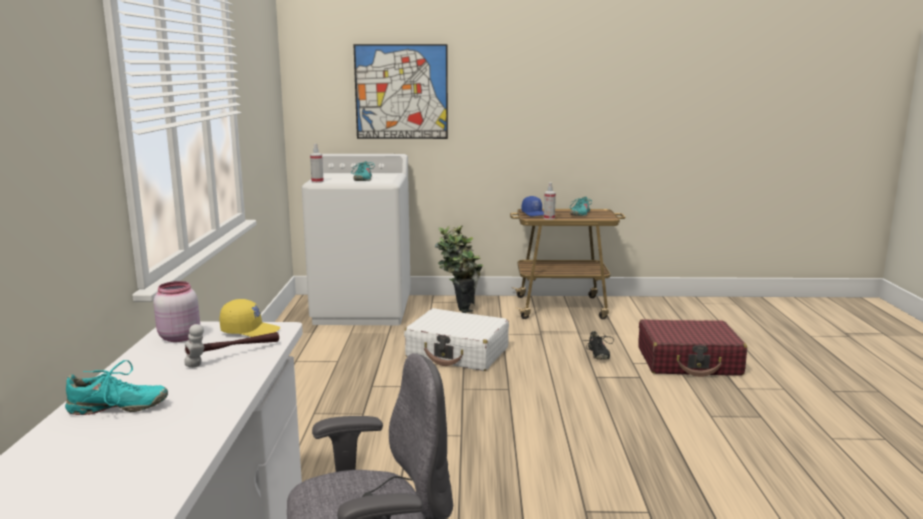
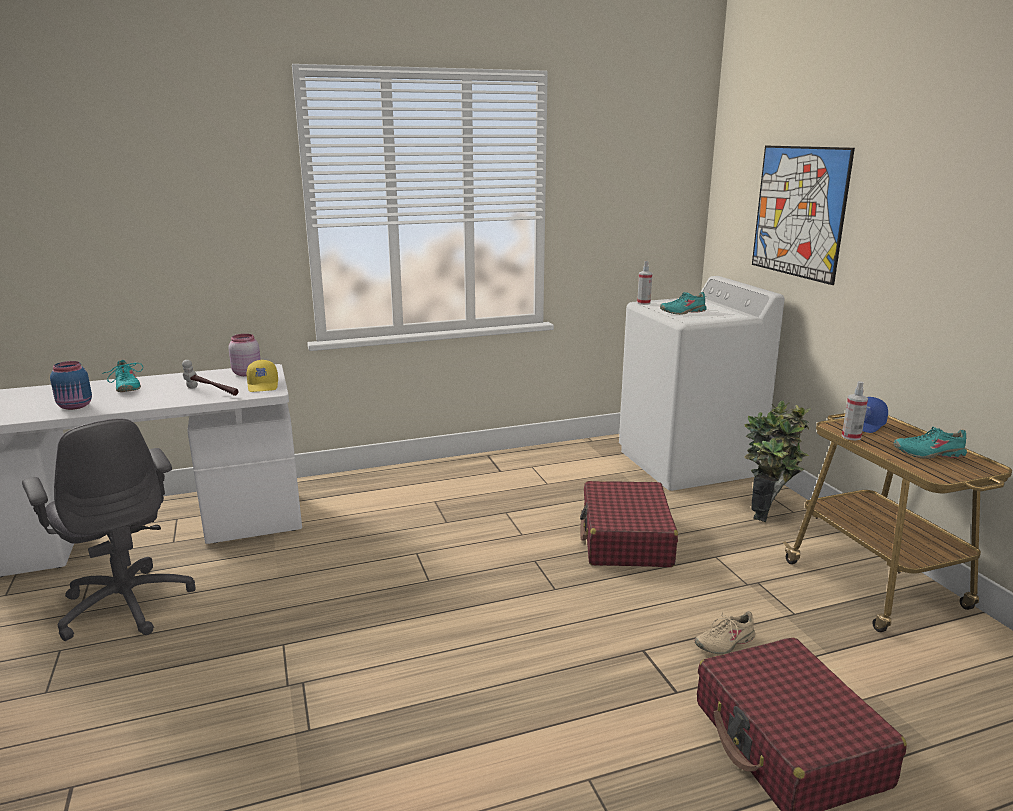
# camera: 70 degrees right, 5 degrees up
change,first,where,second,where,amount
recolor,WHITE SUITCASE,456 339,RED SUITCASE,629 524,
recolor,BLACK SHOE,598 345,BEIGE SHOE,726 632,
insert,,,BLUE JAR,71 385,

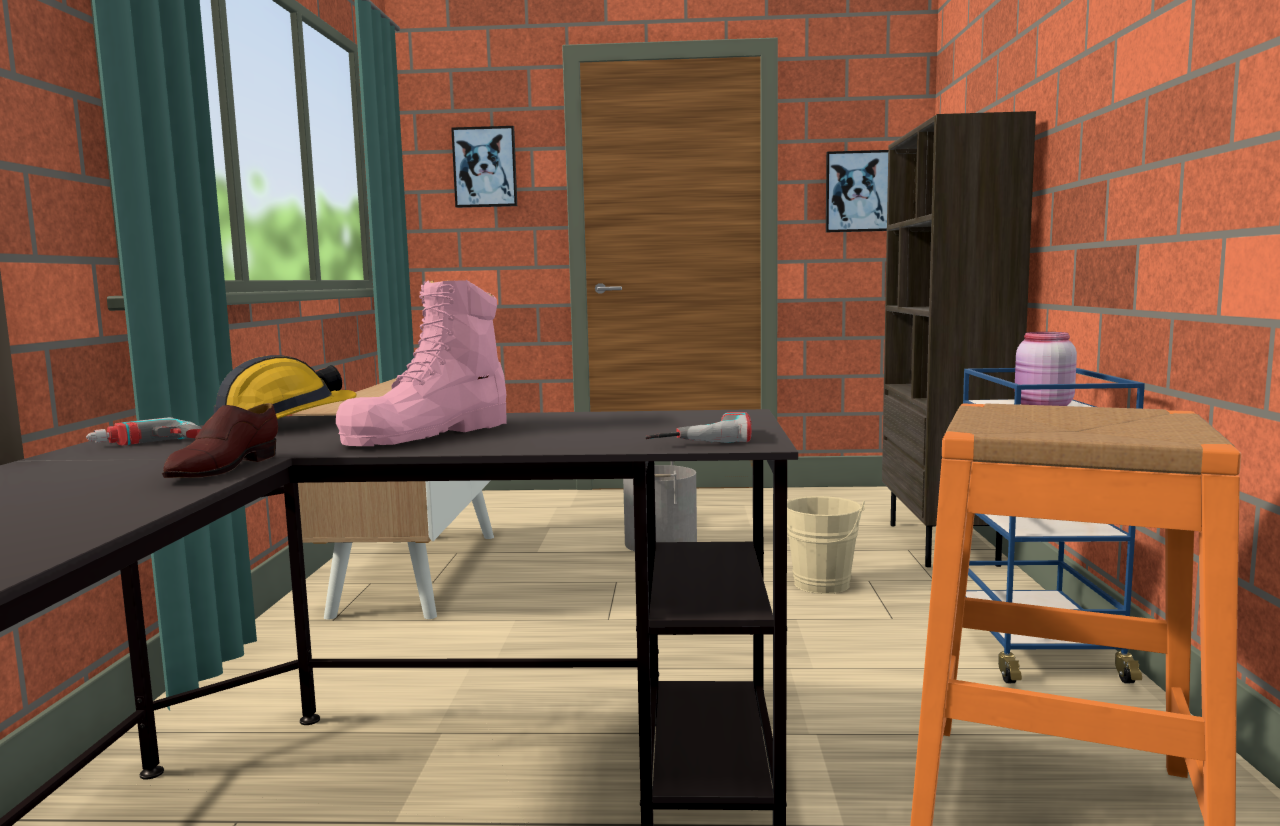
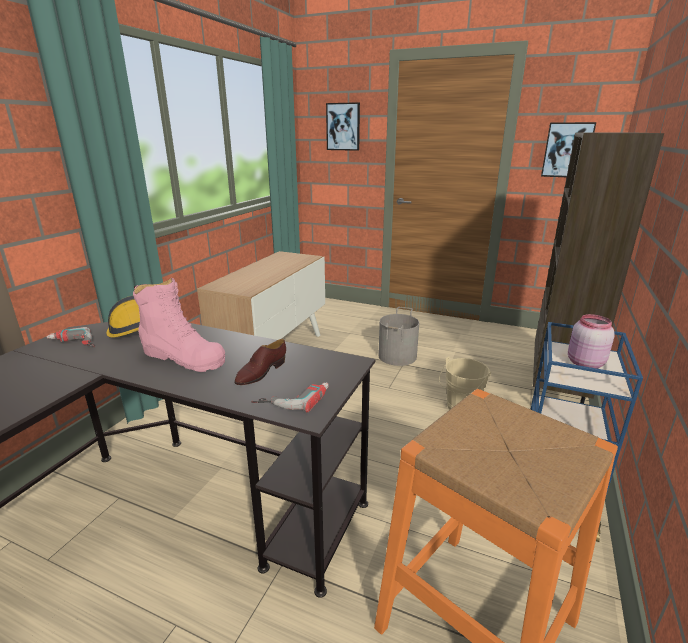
# camera: 20 degrees right, 15 degrees up
change,first,where,second,where,amount
rotate,PINK BOOT,421 363,,179 325,120 degrees counterclockwise
move,BROWN SHOE,220 440,,260 362,

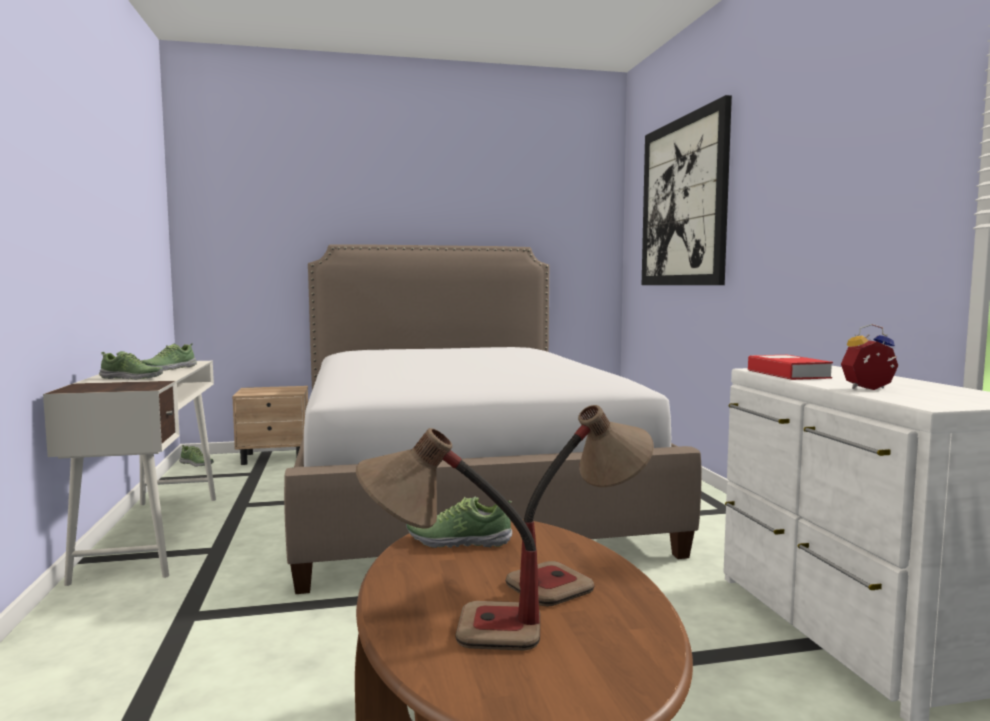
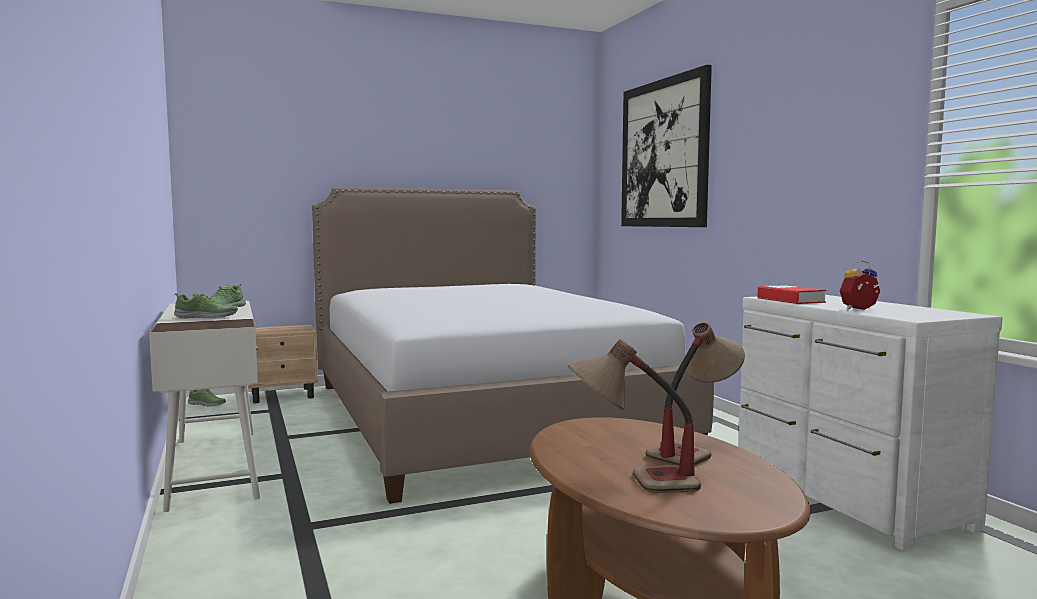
# camera: 10 degrees left, 0 degrees up
change,first,where,second,where,amount
delete,SHOE,459 522,,,

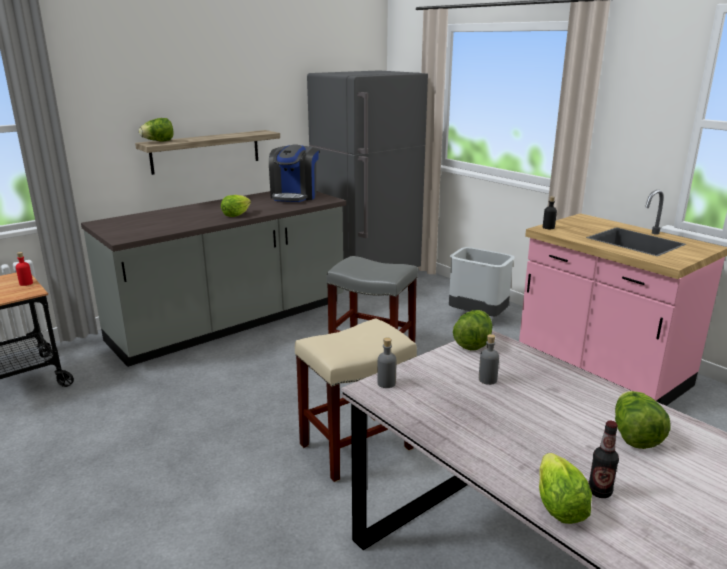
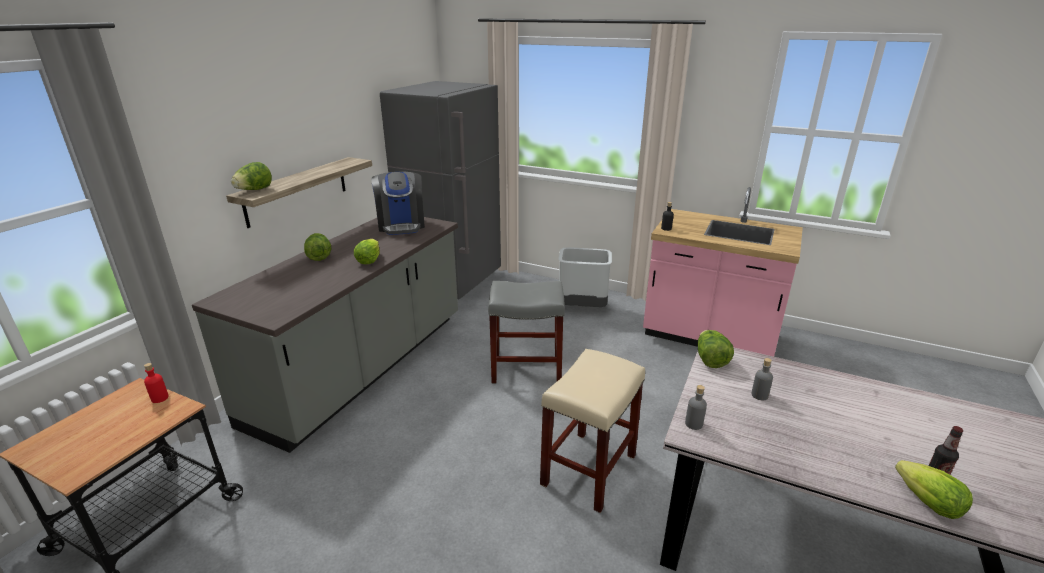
# camera: 25 degrees left, 5 degrees up
change,first,where,second,where,amount
move,LETTUCE,643 420,,317 247,

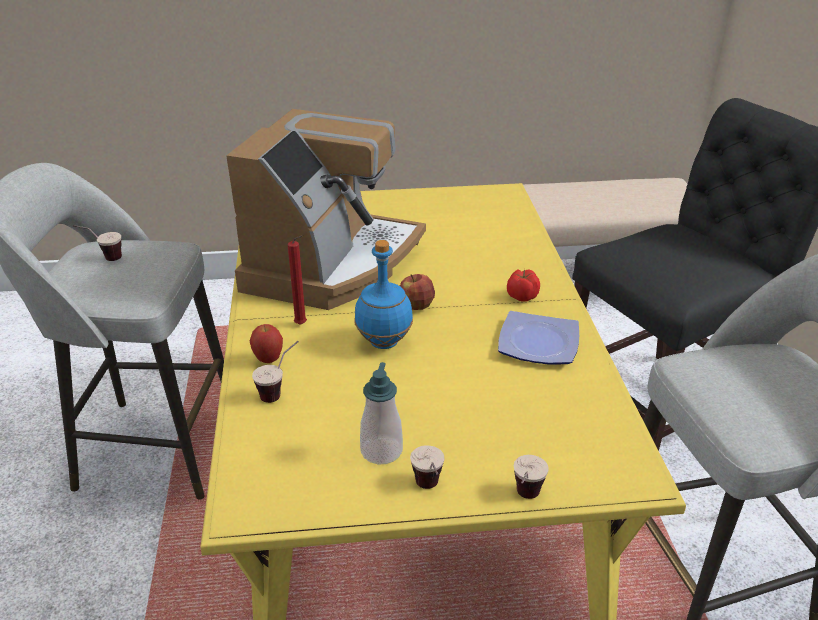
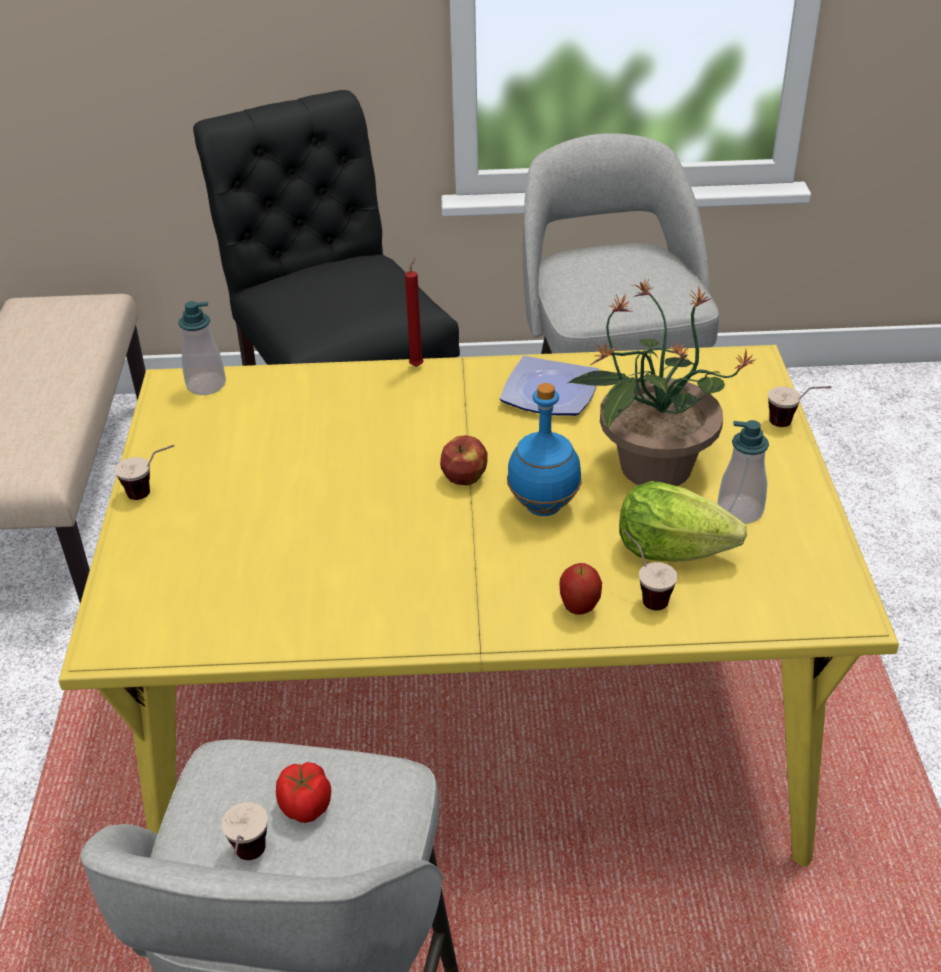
# camera: 85 degrees left, 5 degrees up
change,first,where,second,where,amount
delete,COFFEE MACHINE,326 209,,,
move,RED CANDLE,297 280,,414 312,
move,TOMATO,523 285,,303 792,
move,CUP,427 467,,145 472,
insert,,,POTTED PLANT,662 382,
insert,,,SOAP DISPENSER,202 348,
insert,,,LETTUCE,683 521,

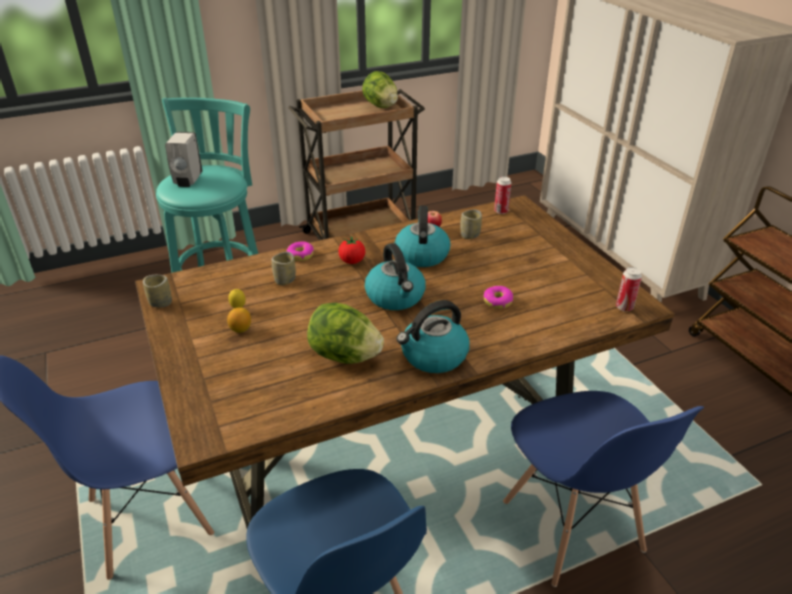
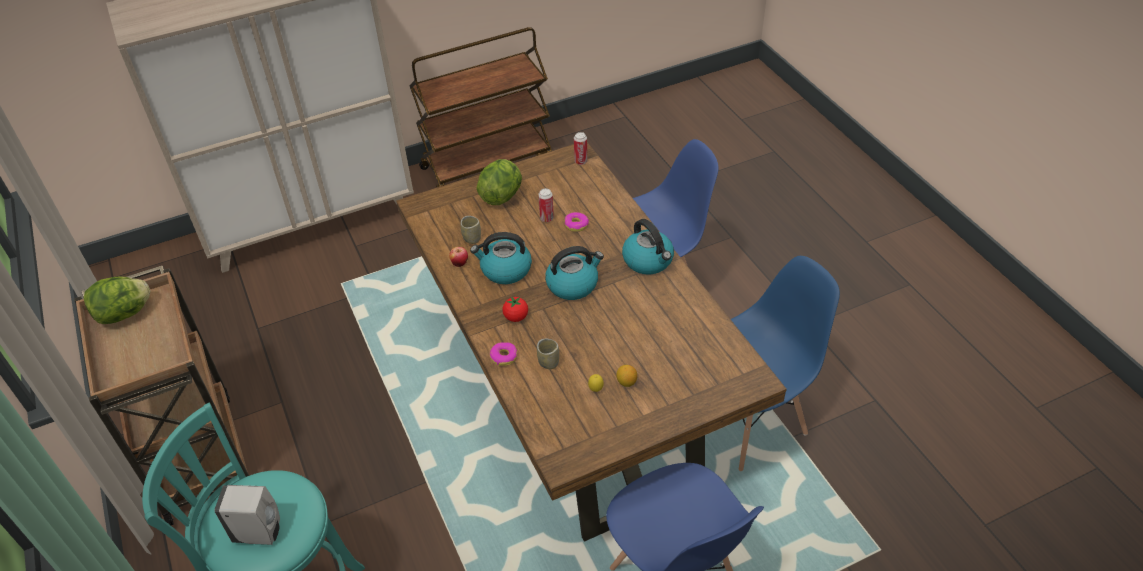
# camera: 90 degrees left, 10 degrees up
change,first,where,second,where,amount
move,CAN,502 195,,546 205,
delete,CUP,157 291,,,
move,LETTUCE,345 333,,499 182,

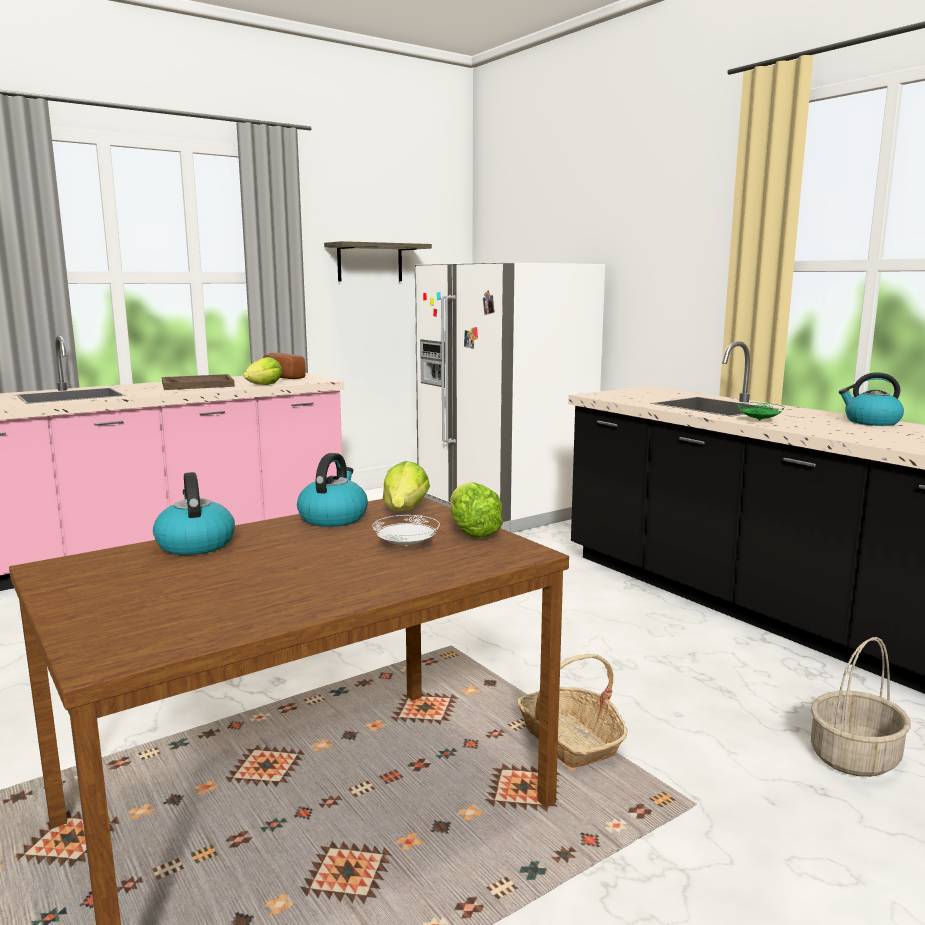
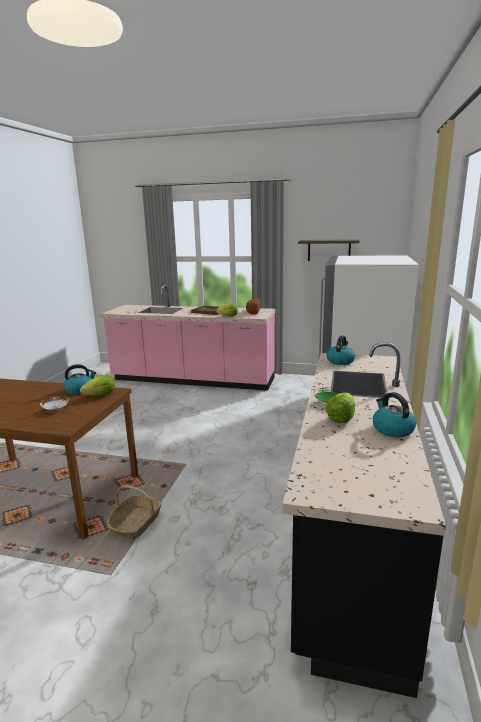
# camera: 50 degrees right, 5 degrees up
change,first,where,second,where,amount
move,KETTLE,194 513,,341 350,
move,LETTUCE,476 510,,340 408,
delete,BASKET,860 707,,,

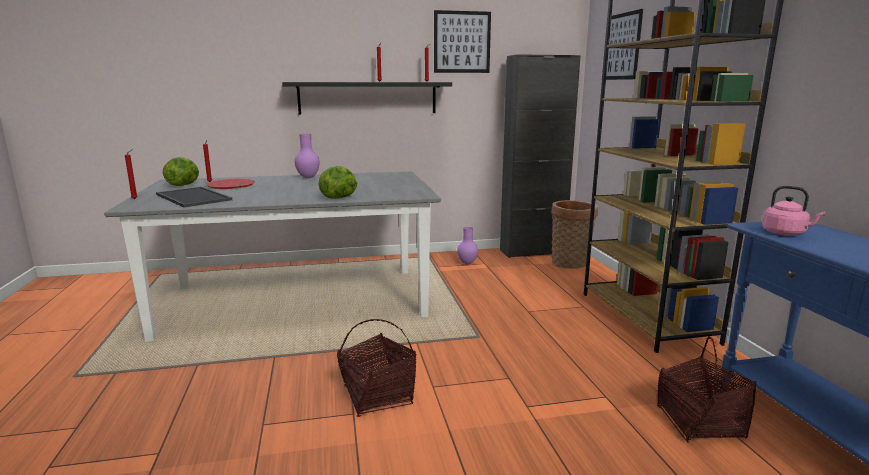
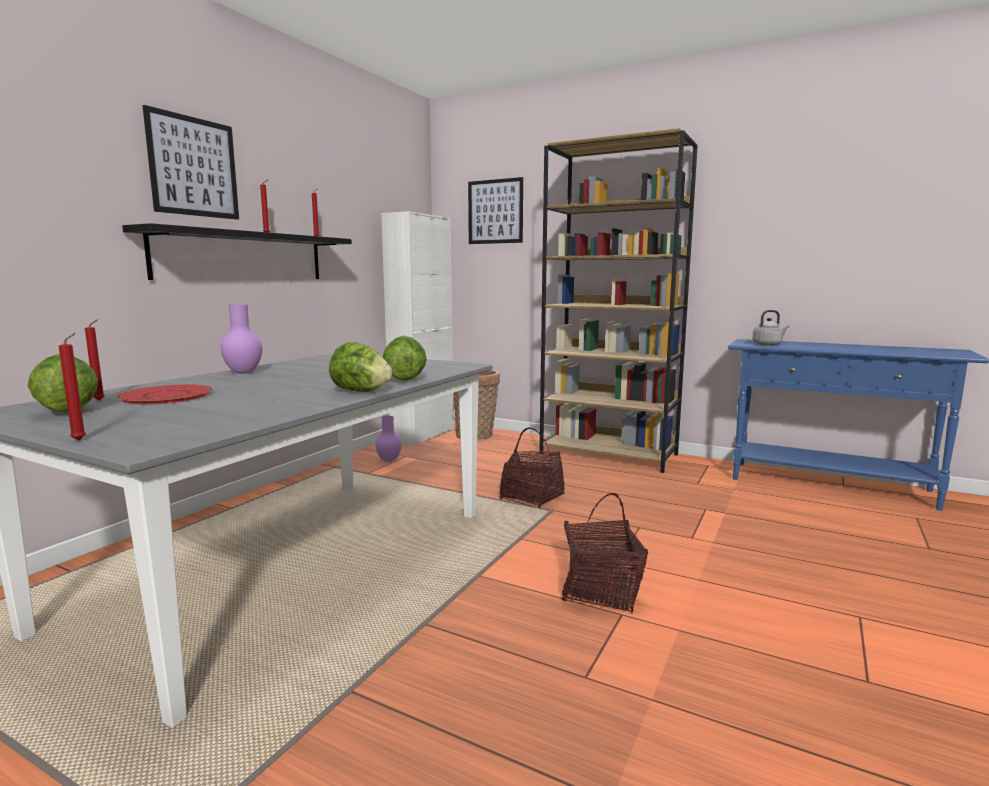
# camera: 50 degrees left, 5 degrees down
change,first,where,second,where,amount
move,PICTURE,462 41,,190 162,
recolor,BLACK CABINET,540 156,WHITE CABINET,417 328,
recolor,PINK KETTLE,794 210,GREY KETTLE,770 328,
delete,TRAY,194 197,,,
move,BASKET,706 389,,532 468,
insert,,,LETTUCE,360 367,

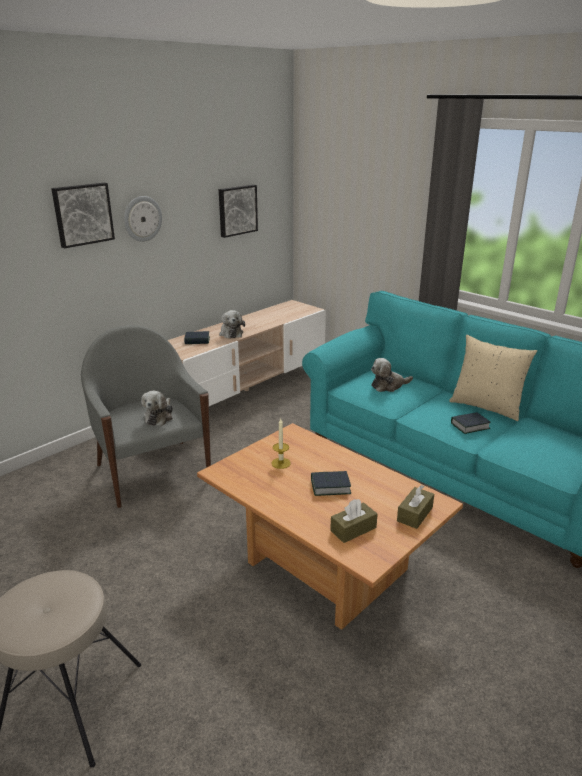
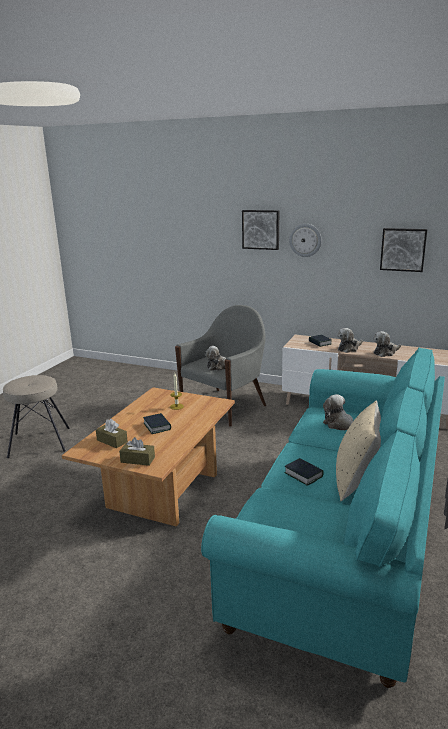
# camera: 70 degrees right, 5 degrees down
change,first,where,second,where,amount
insert,,,PLUSH TOY,387 344,

